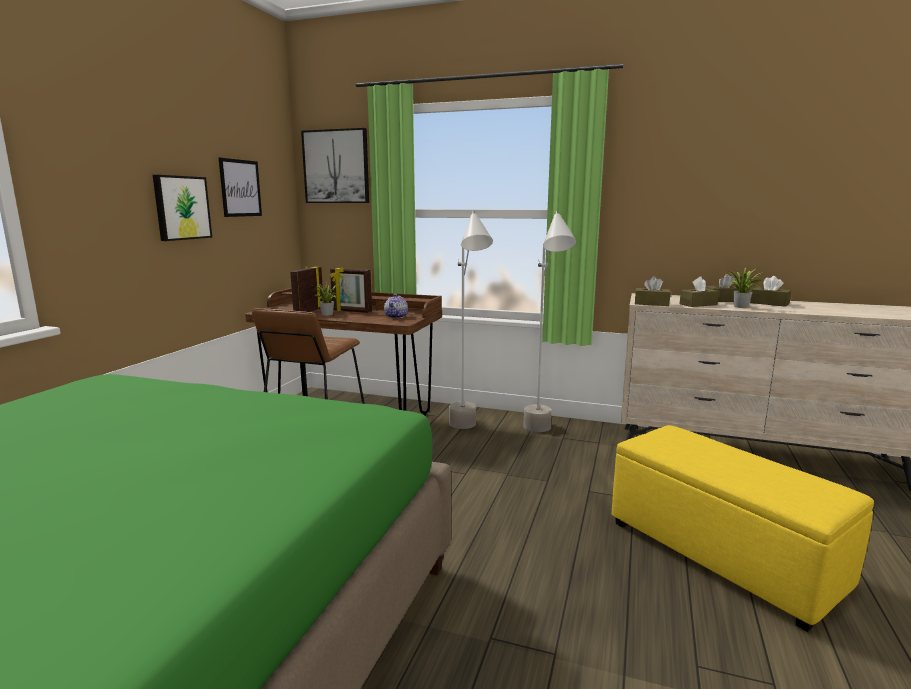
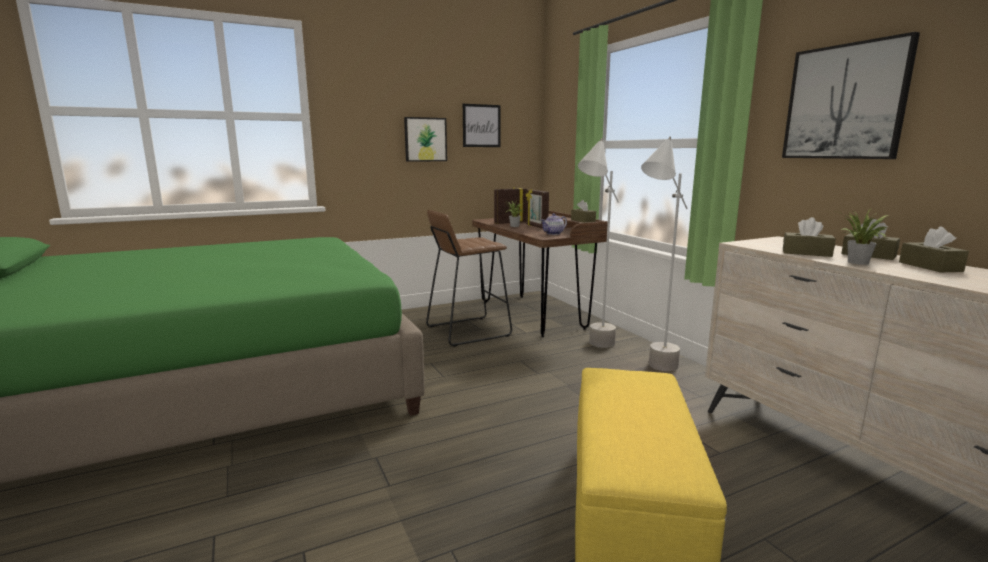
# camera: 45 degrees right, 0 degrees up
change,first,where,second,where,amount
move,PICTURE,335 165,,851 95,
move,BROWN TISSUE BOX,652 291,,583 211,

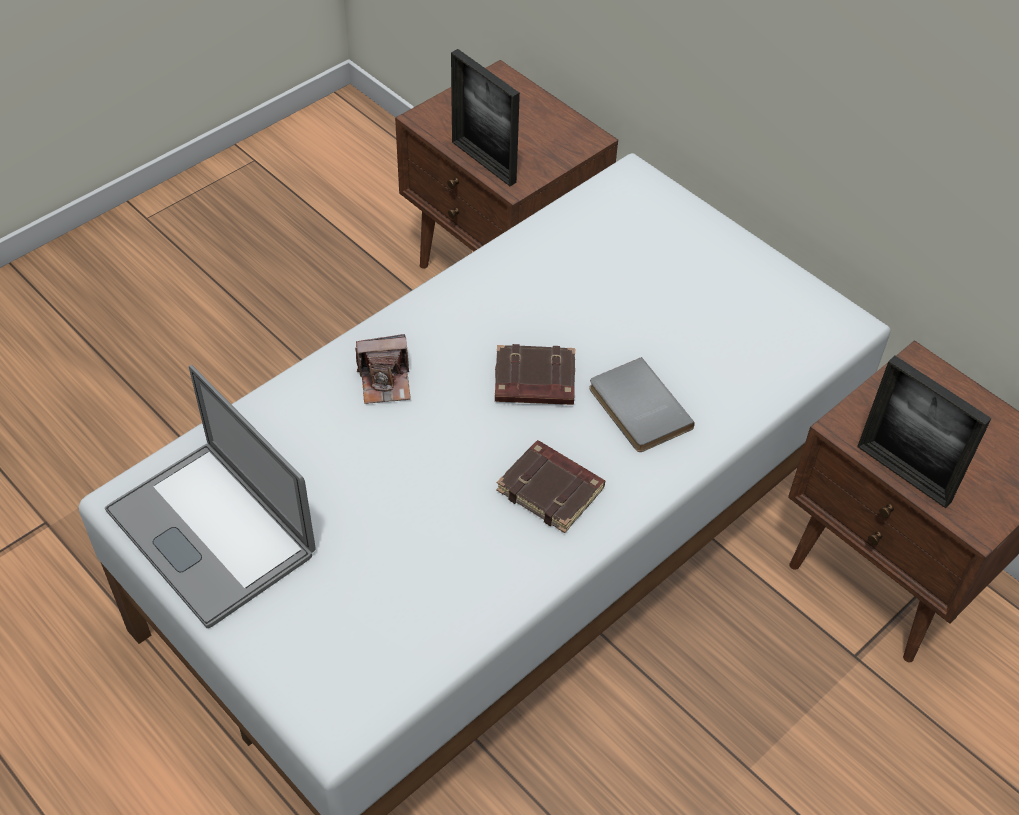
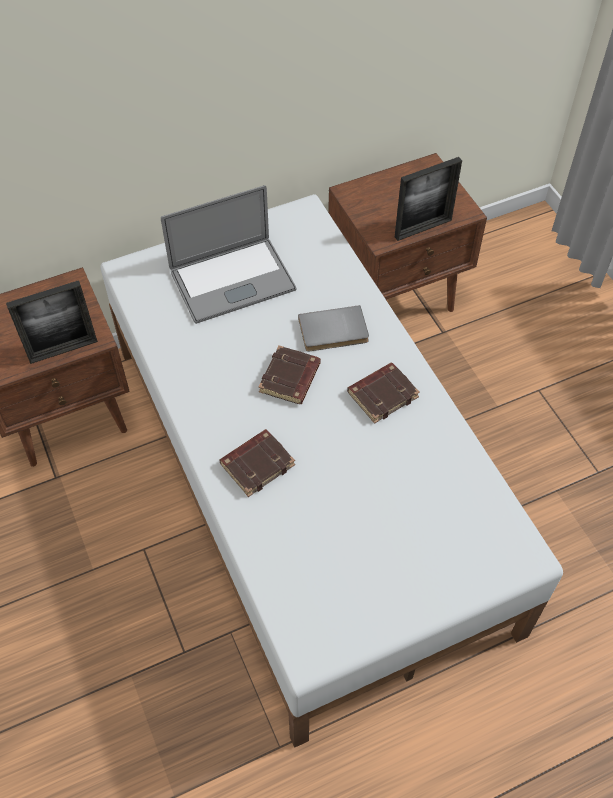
# camera: 70 degrees left, 5 degrees up
change,first,where,second,where,amount
replace,PHOTO CAMERA,383 369,BROWN BOOK,257 463,
move,LAPTOP,210 496,,228 254,

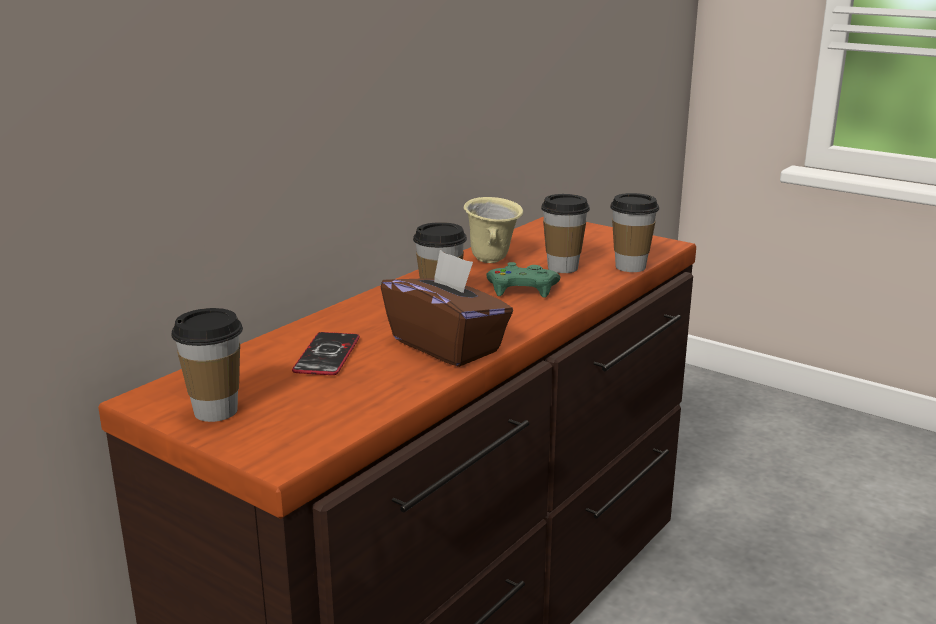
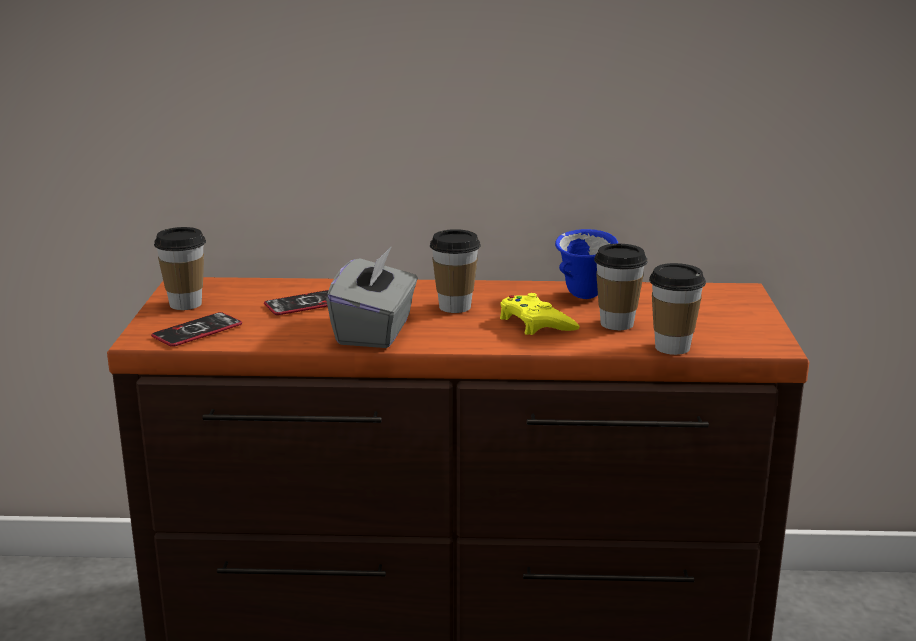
# camera: 55 degrees right, 0 degrees up
change,first,where,second,where,amount
recolor,BEIGE MUG,493 230,BLUE MUG,586 264,
recolor,BROWN TISSUE BOX,447 308,GREY TISSUE BOX,372 297,
recolor,GREEN GAME CONTROLLER,523 280,YELLOW GAME CONTROLLER,539 314,
insert,,,PHONE,196 329,

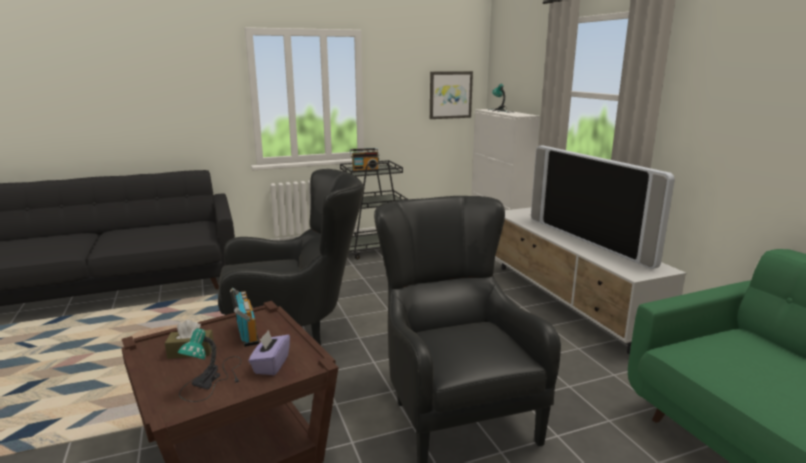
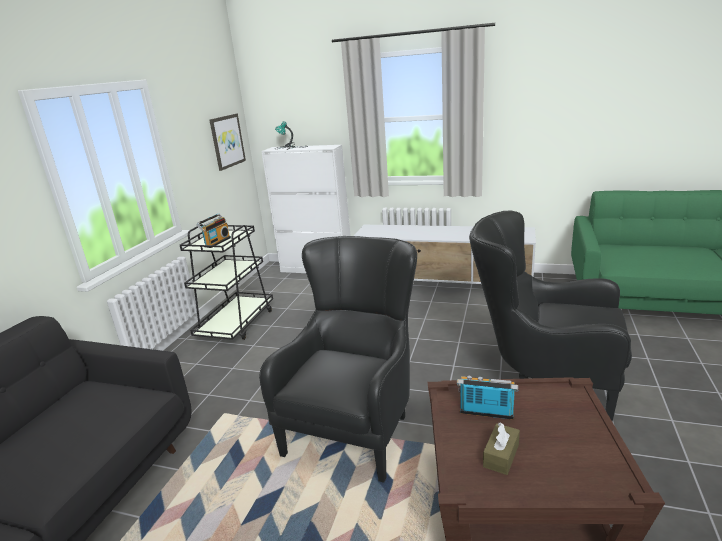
# camera: 50 degrees left, 5 degrees up
change,first,where,second,where,amount
delete,TELEVISION,603 207,,,
delete,TABLE LAMP,209 365,,,
delete,PURPLE TISSUE BOX,269 352,,,

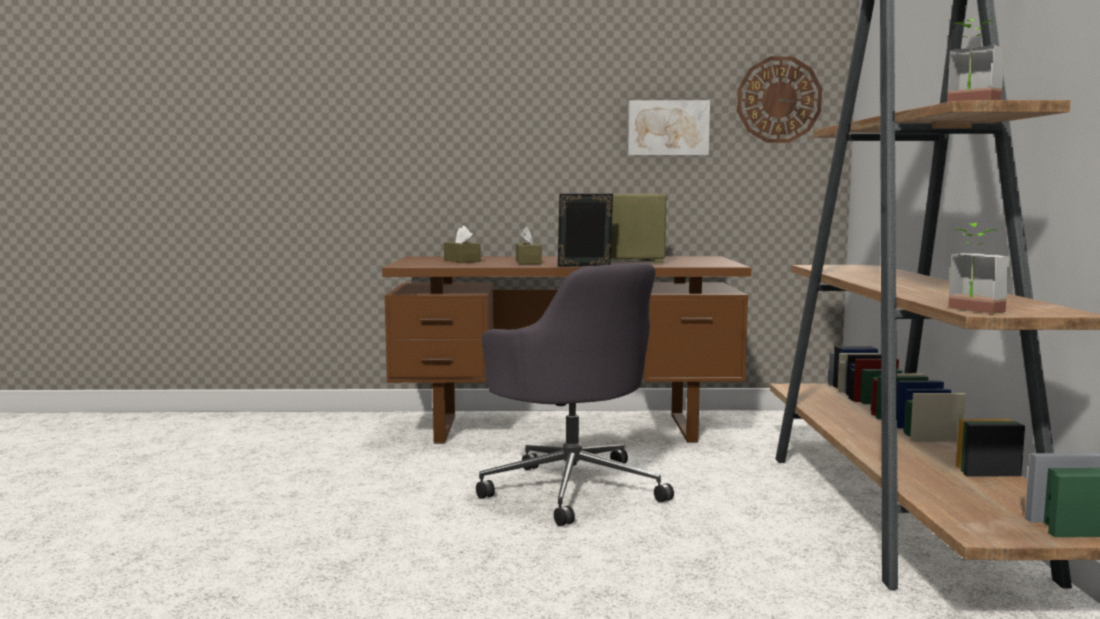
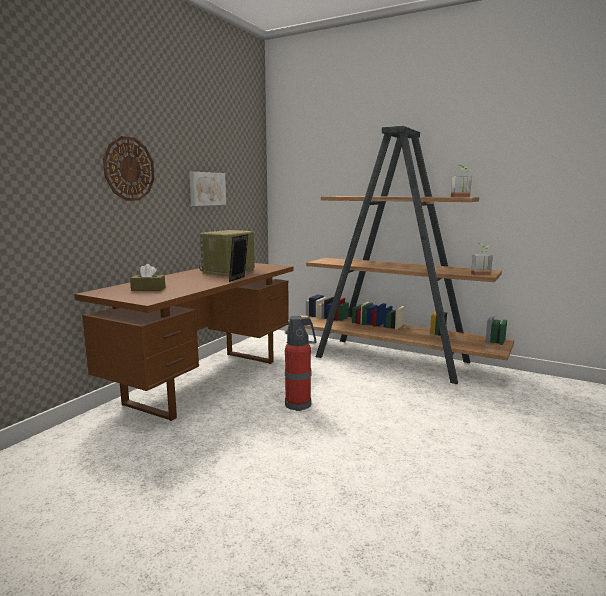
# camera: 60 degrees left, 5 degrees up
change,first,where,second,where,amount
move,WALL CLOCK,779 99,,129 168,
delete,BROWN TISSUE BOX,529 245,,,
replace,GREY OFFICE CHAIR,575 394,FIRE EXTINGUISHER,301 363,

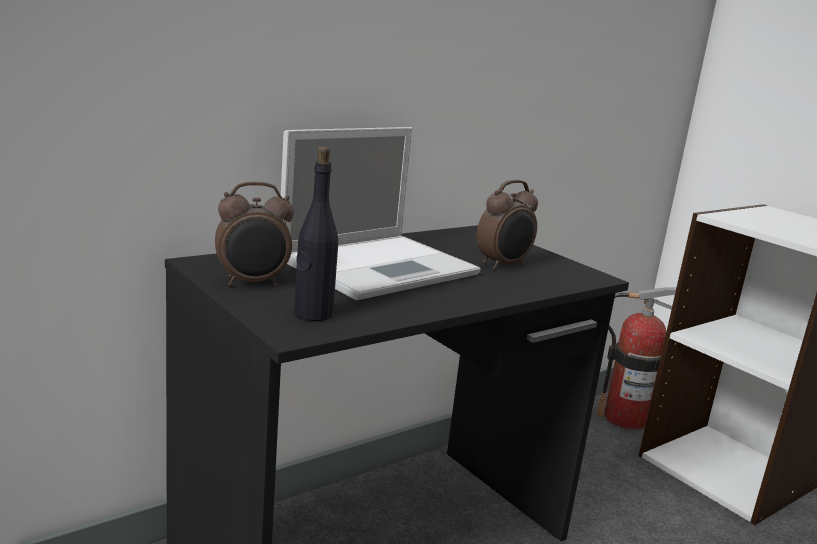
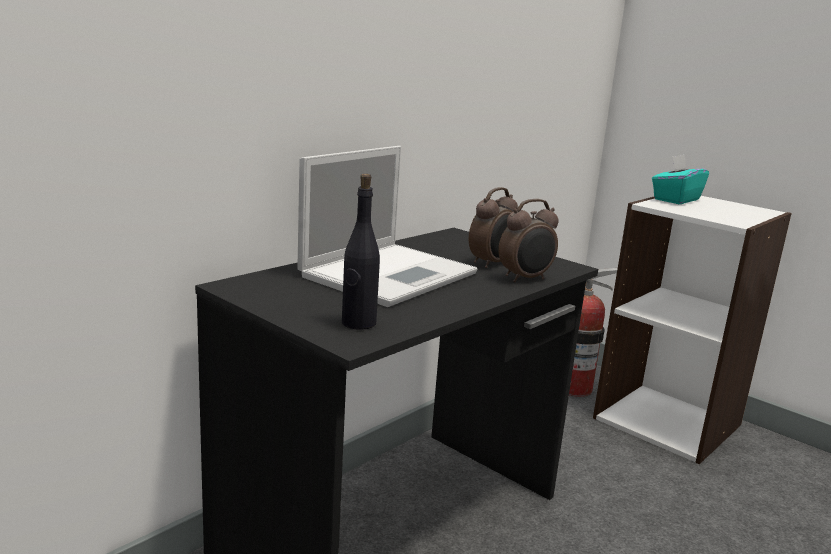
# camera: 10 degrees left, 0 degrees up
change,first,where,second,where,amount
move,ALARM CLOCK,254 234,,528 240,
insert,,,TURQUOISE TISSUE BOX,680 179,

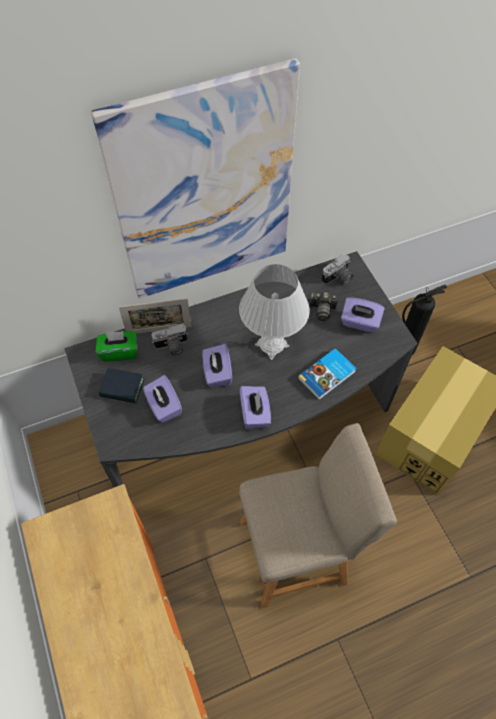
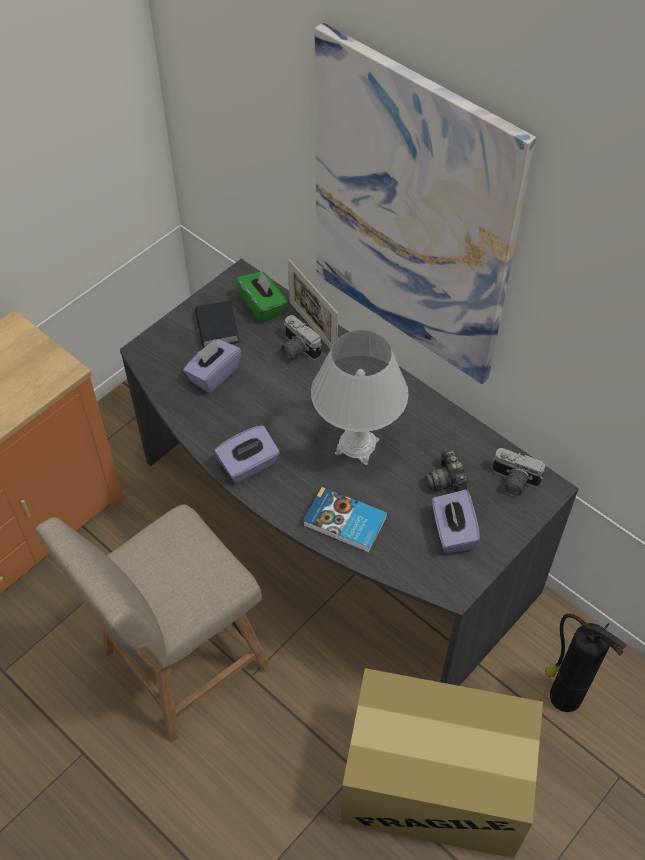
# camera: 65 degrees right, 5 degrees down
change,first,where,second,where,amount
delete,PURPLE TISSUE BOX,217 366,,,
rotate,BEIGE CHAIR,318 515,,153 623,90 degrees clockwise

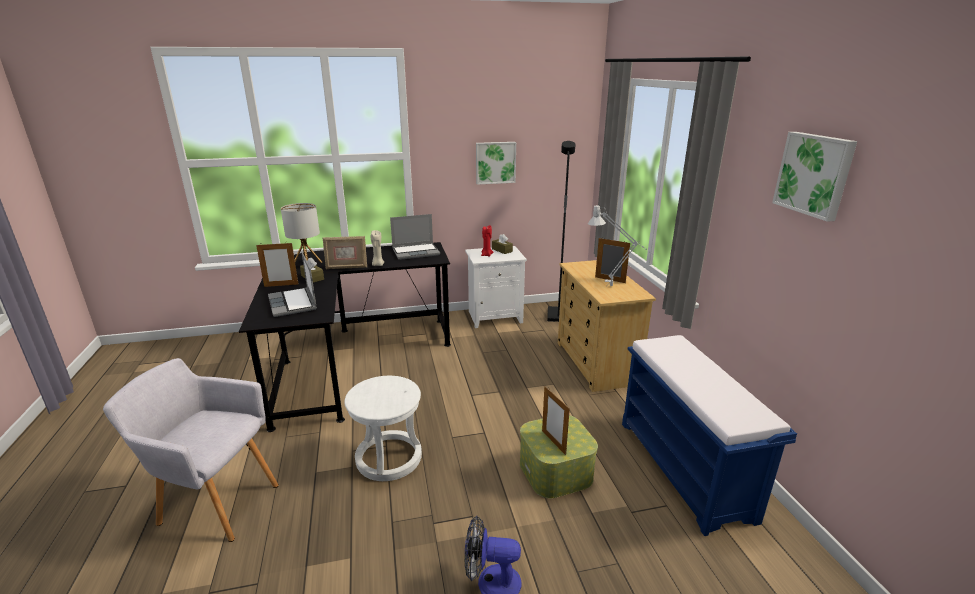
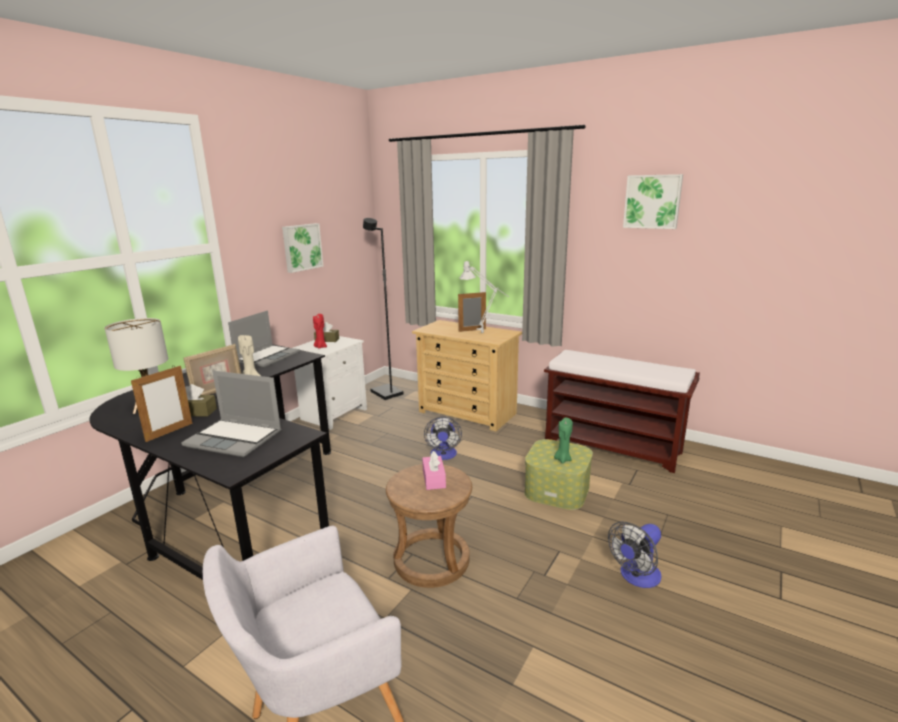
# camera: 45 degrees left, 5 degrees down
change,first,where,second,where,amount
recolor,BLUE BENCH,709 435,BROWN BENCH,622 411,
recolor,WHITE STOOL,383 428,BROWN STOOL,429 526,
replace,PICTURE FRAME,556 420,GREEN CANDLE,563 440,
insert,,,FAN,443 438,
insert,,,PINK TISSUE BOX,434 470,

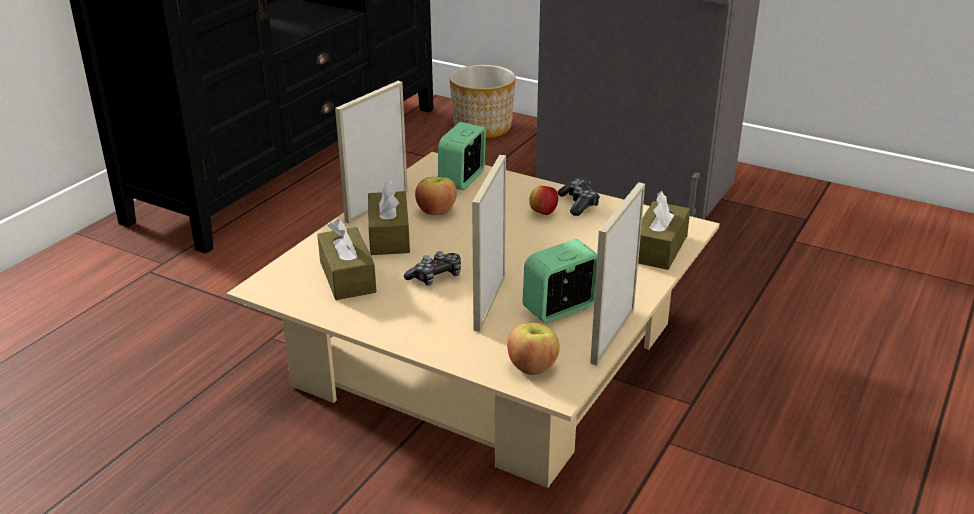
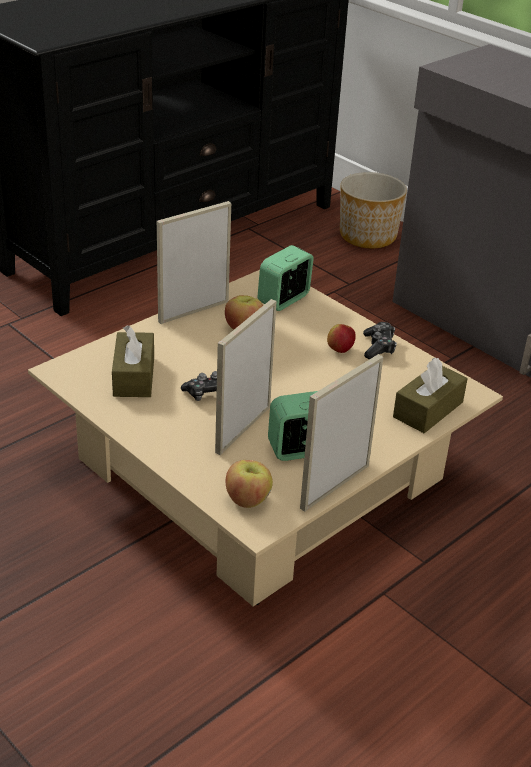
# camera: 15 degrees right, 5 degrees up
change,first,where,second,where,amount
delete,BROWN TISSUE BOX,389 217,,,

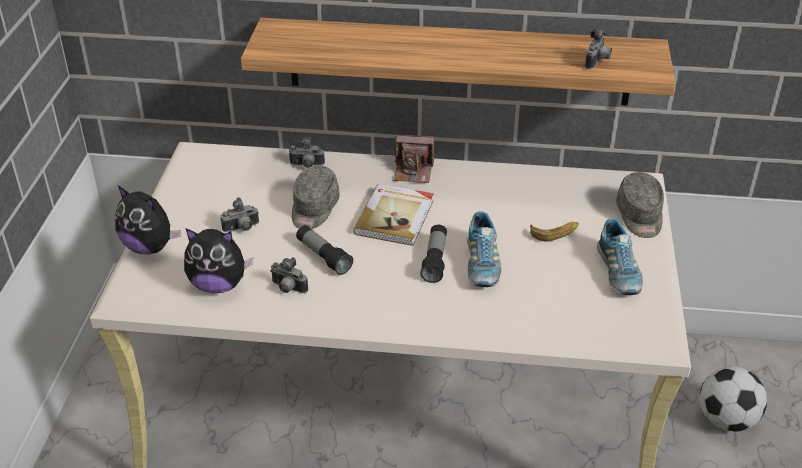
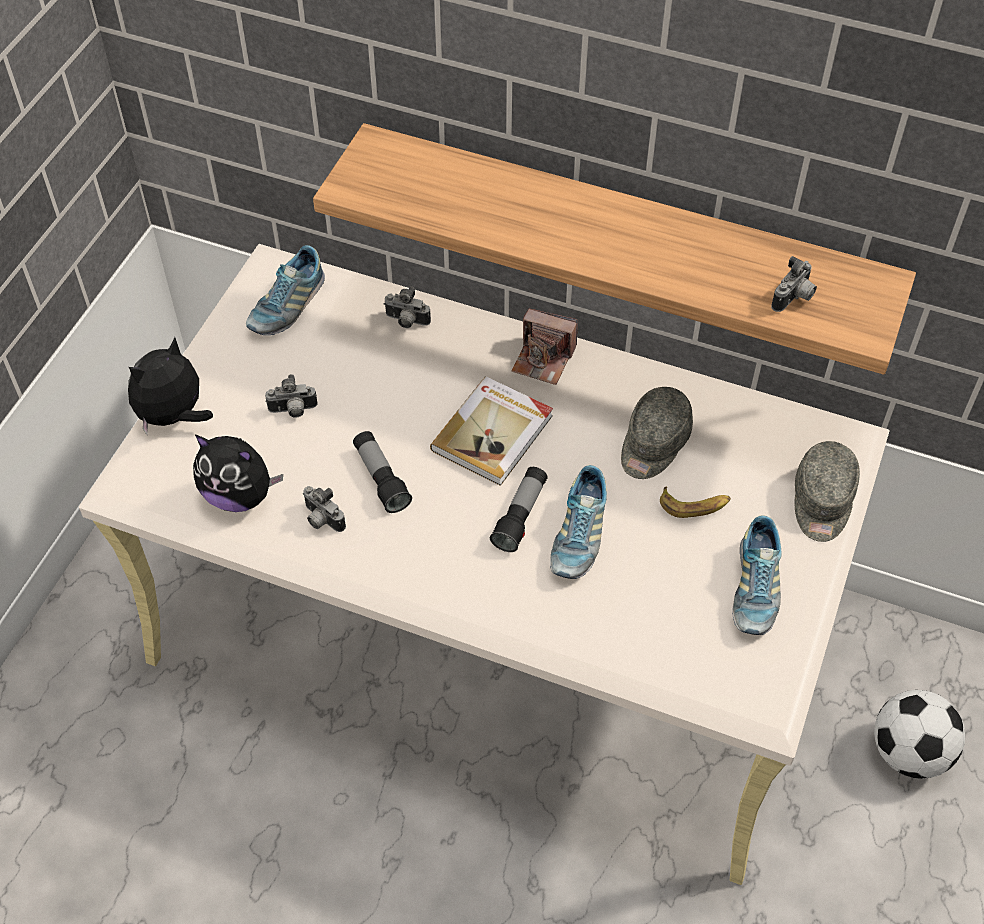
# camera: 15 degrees right, 15 degrees up
change,first,where,second,where,amount
move,GREY CAP,316 197,,657 433,
rotate,PLUSH TOY,148 220,,170 385,90 degrees clockwise
insert,,,SHOE,285 290,

